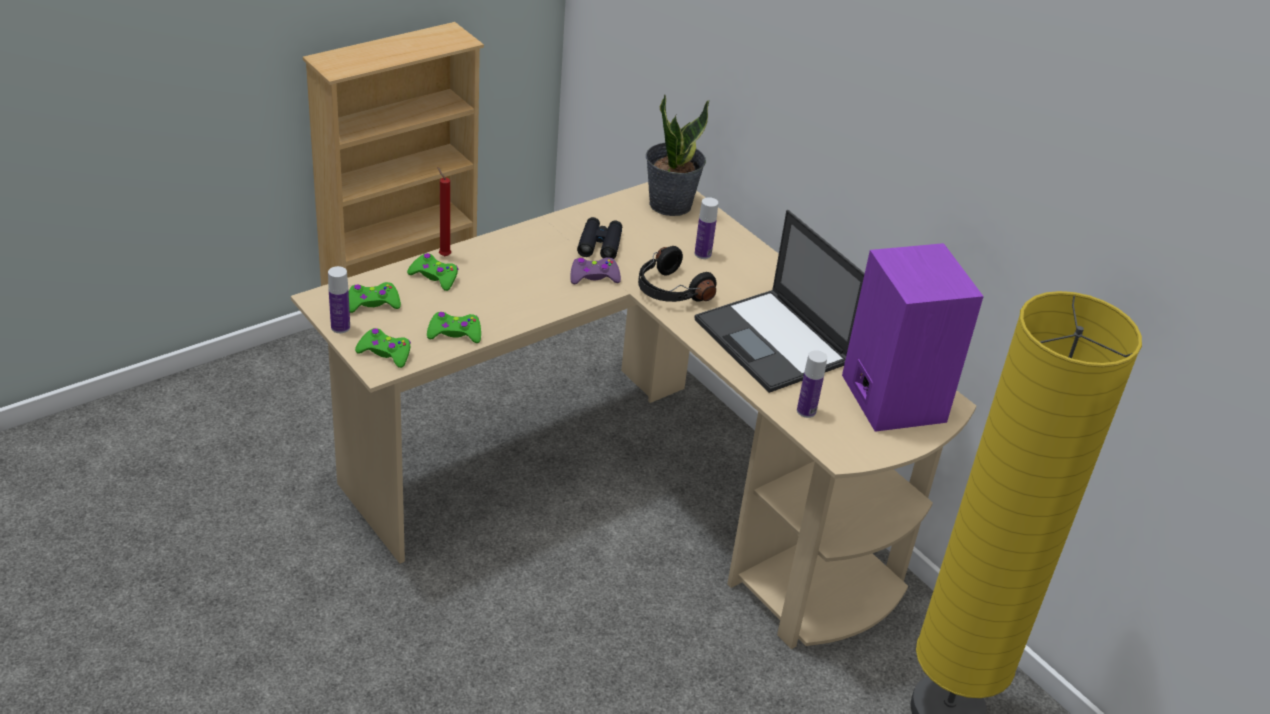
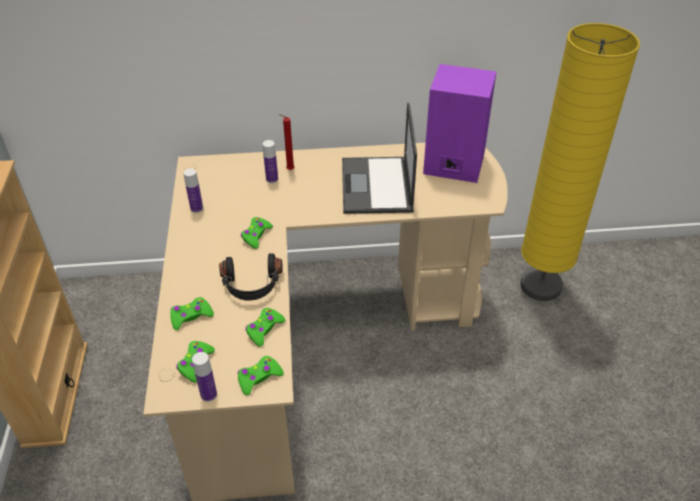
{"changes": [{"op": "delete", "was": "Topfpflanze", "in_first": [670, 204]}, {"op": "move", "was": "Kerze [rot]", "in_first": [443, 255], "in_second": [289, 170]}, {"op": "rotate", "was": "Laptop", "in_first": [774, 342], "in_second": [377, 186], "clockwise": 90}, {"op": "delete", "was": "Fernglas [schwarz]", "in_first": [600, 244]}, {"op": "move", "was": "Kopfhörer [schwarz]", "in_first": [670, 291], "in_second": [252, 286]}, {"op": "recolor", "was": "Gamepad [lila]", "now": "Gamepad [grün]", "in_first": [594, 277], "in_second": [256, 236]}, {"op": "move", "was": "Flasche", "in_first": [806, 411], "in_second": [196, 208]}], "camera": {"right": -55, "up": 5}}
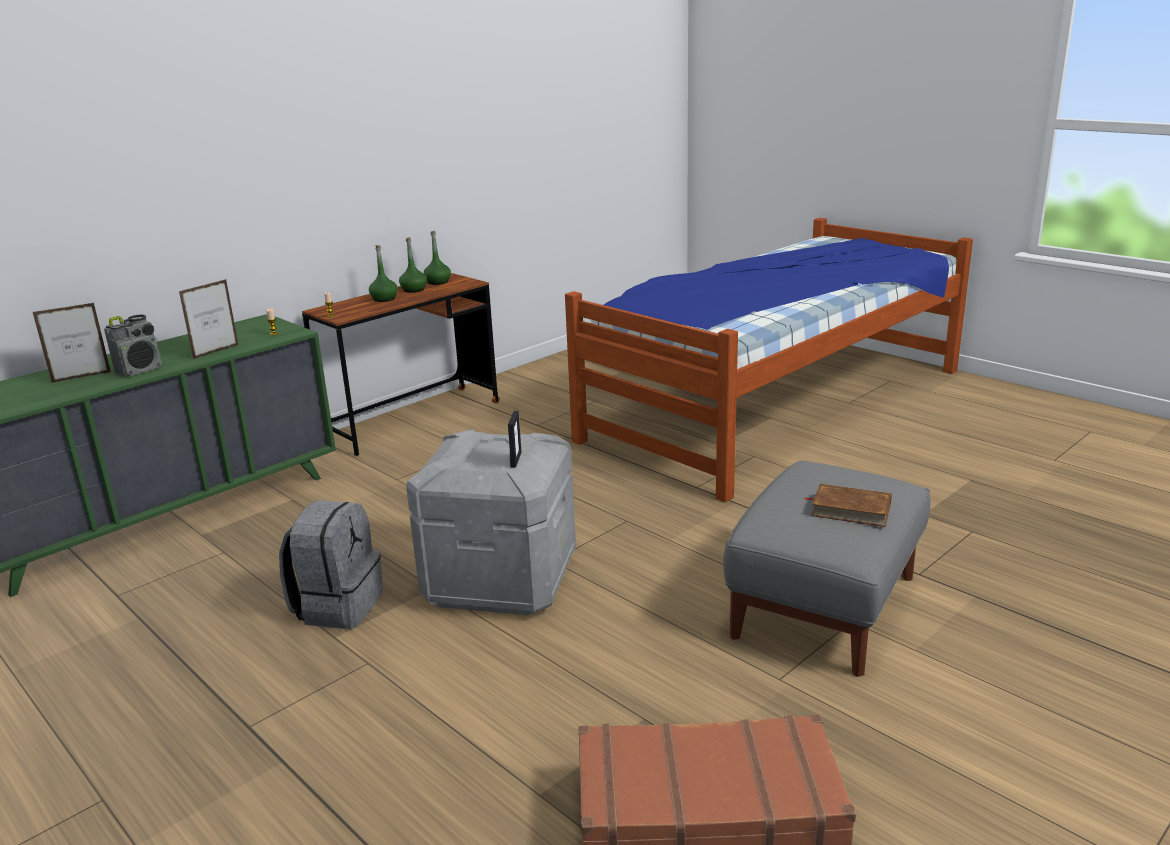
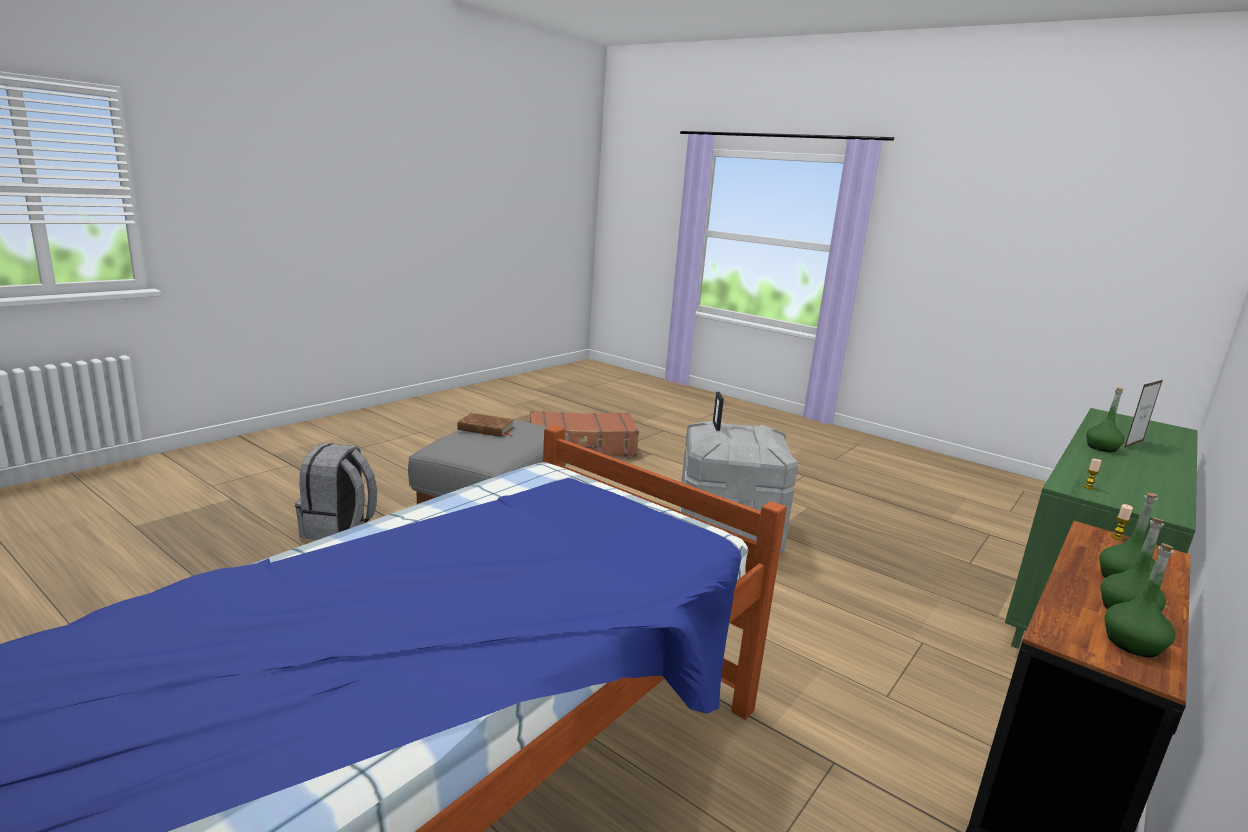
{"changes": [{"op": "delete", "was": "Bilderrahmen", "in_first": [216, 352]}, {"op": "replace", "was": "Radio", "now": "Flasche [grün]", "in_first": [140, 370], "in_second": [1101, 448]}, {"op": "move", "was": "Rucksack [grau]", "in_first": [338, 606], "in_second": [338, 529]}], "camera": {"right": 170, "up": -5}}
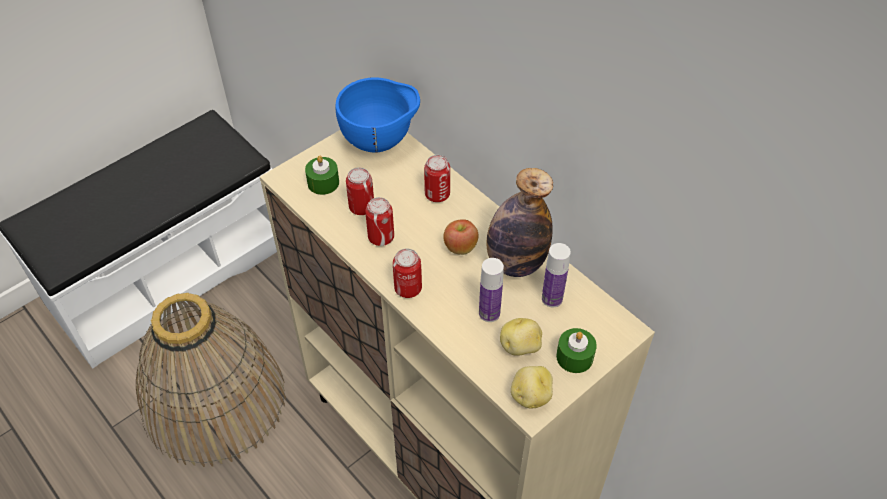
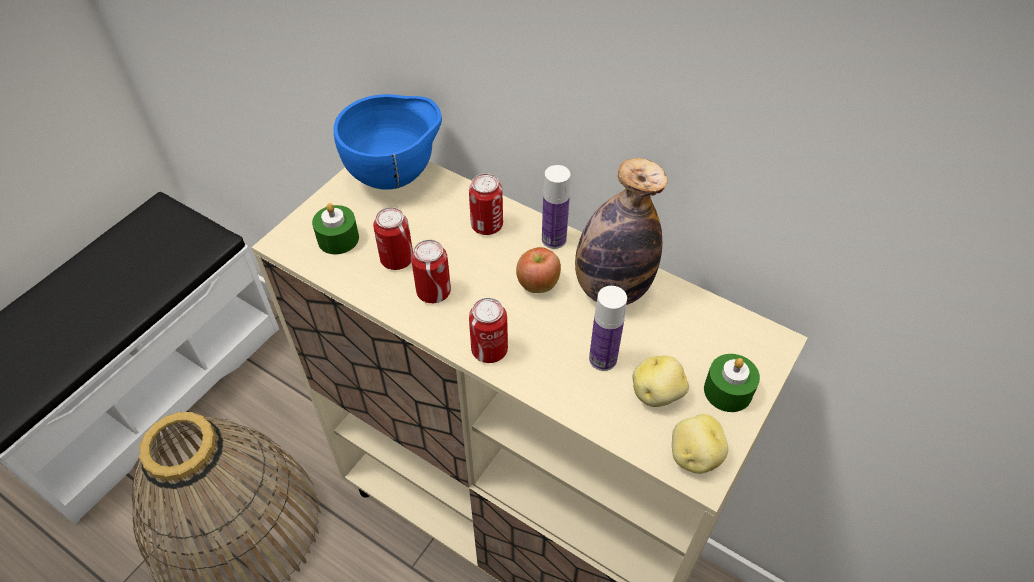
{"changes": [{"op": "move", "was": "Flasche", "in_first": [552, 298], "in_second": [554, 239]}], "camera": {"right": -15, "up": 0}}
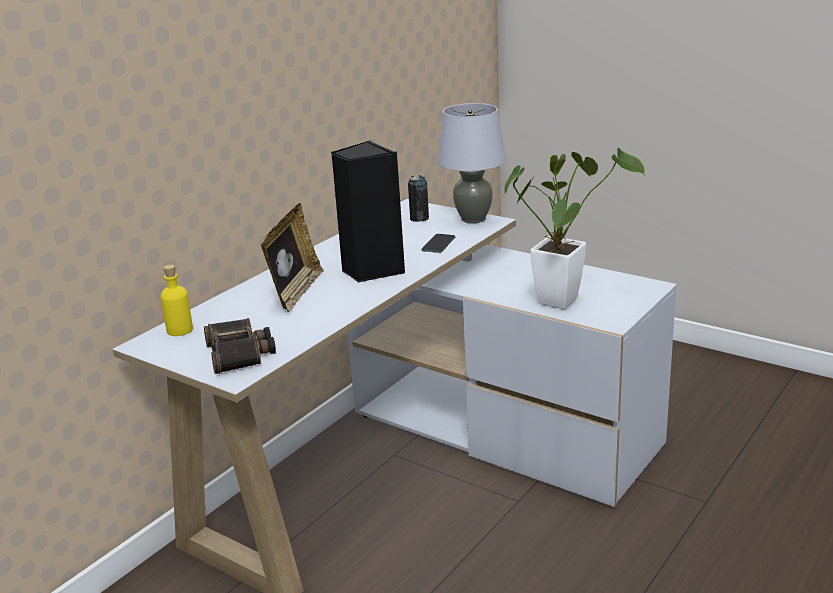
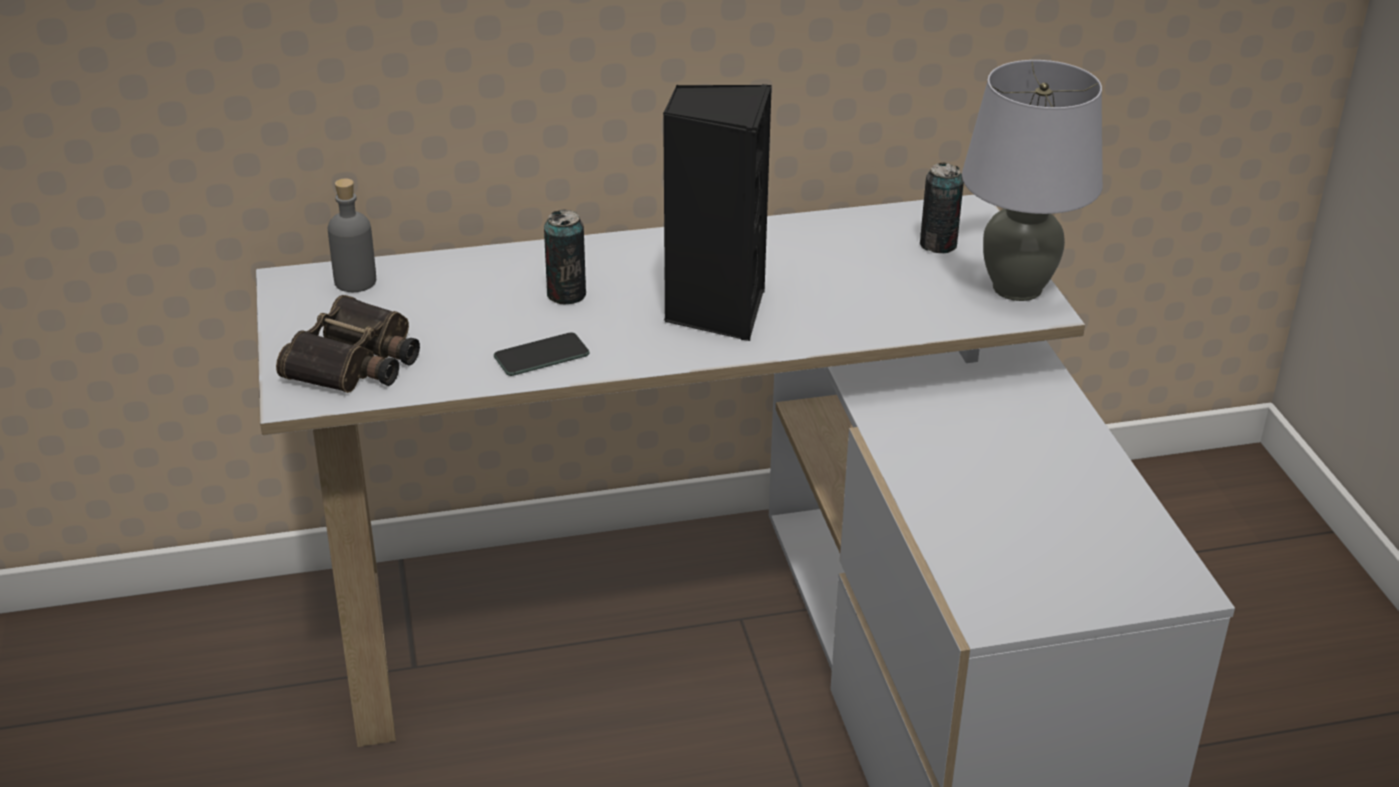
{"changes": [{"op": "delete", "was": "Topfpflanze", "in_first": [562, 298]}, {"op": "replace", "was": "Bilderrahmen", "now": "Dose", "in_first": [295, 292], "in_second": [566, 294]}, {"op": "move", "was": "Handy", "in_first": [438, 244], "in_second": [541, 356]}, {"op": "recolor", "was": "Flasche [gelb]", "now": "Flasche [grau]", "in_first": [180, 330], "in_second": [355, 281]}], "camera": {"right": 40, "up": 10}}
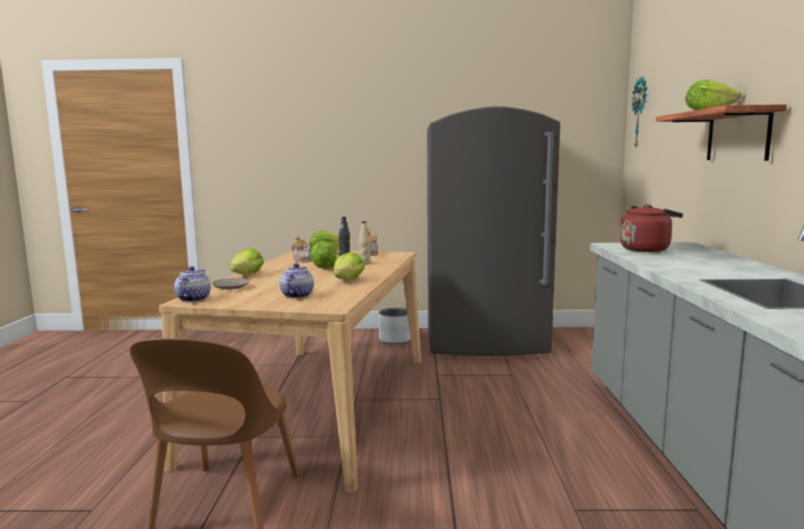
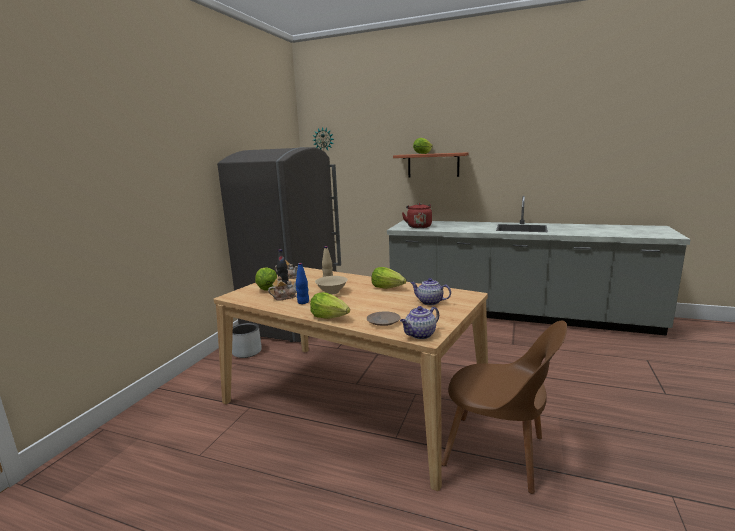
{"changes": [{"op": "replace", "was": "Salatkopf", "now": "Schüssel [beige]", "in_first": [324, 268], "in_second": [332, 292]}, {"op": "rotate", "was": "Teekanne", "in_first": [193, 299], "in_second": [420, 335], "clockwise": -60}, {"op": "insert", "now": "Flasche [blau]", "in_second": [303, 302]}], "camera": {"right": -70, "up": 5}}
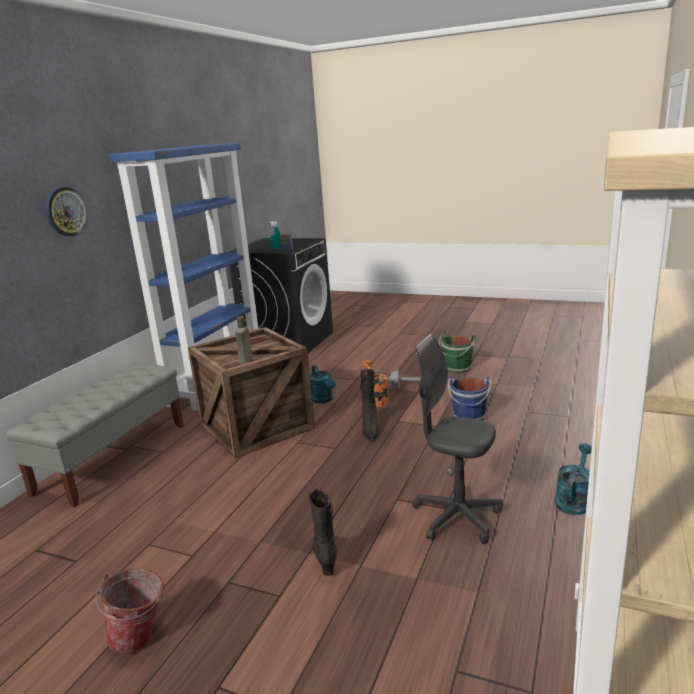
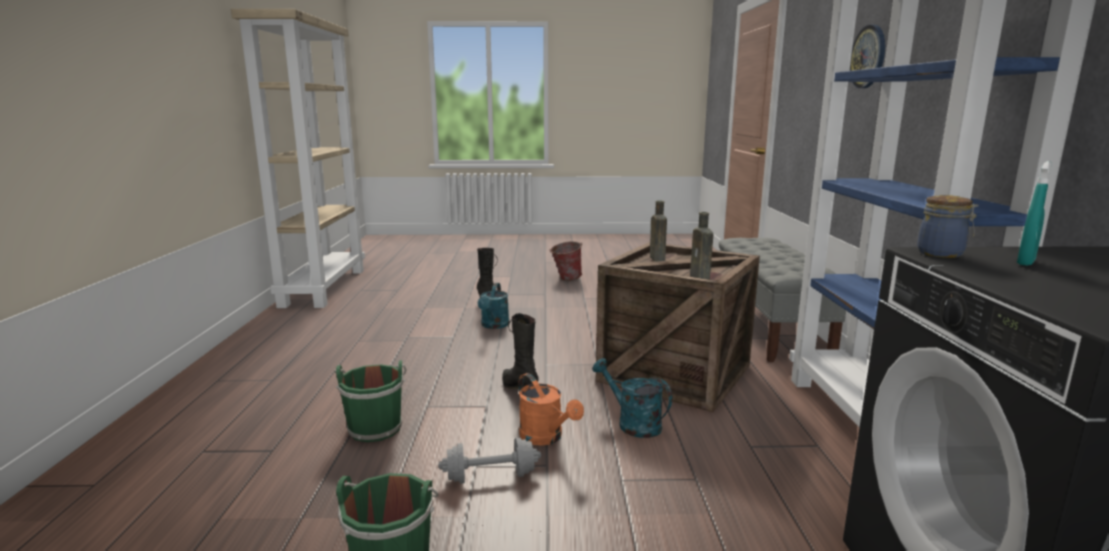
{"changes": [{"op": "delete", "was": "Bürostuhl [grau]", "in_first": [456, 517]}, {"op": "recolor", "was": "Eimer [blau]", "now": "Eimer [grün]", "in_first": [469, 417], "in_second": [375, 427]}, {"op": "move", "was": "Gießkanne [türkis]", "in_first": [574, 500], "in_second": [494, 326]}, {"op": "insert", "now": "Flasche [braun]", "in_second": [700, 277]}], "camera": {"right": 155, "up": -5}}
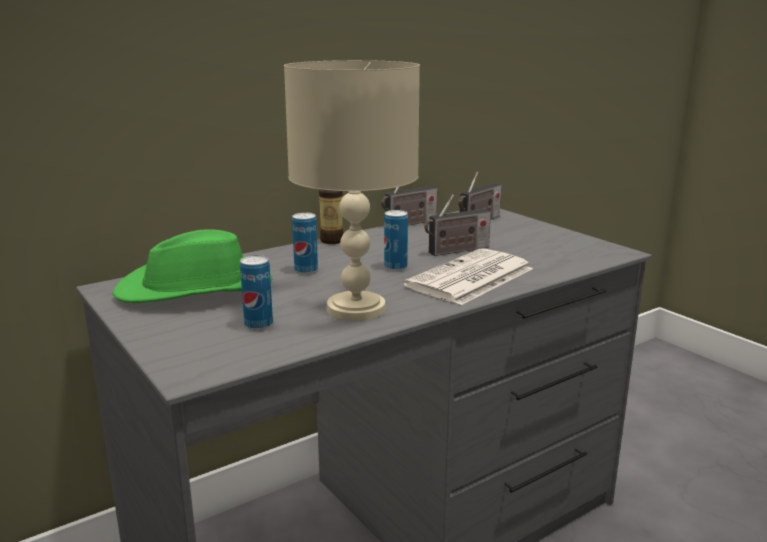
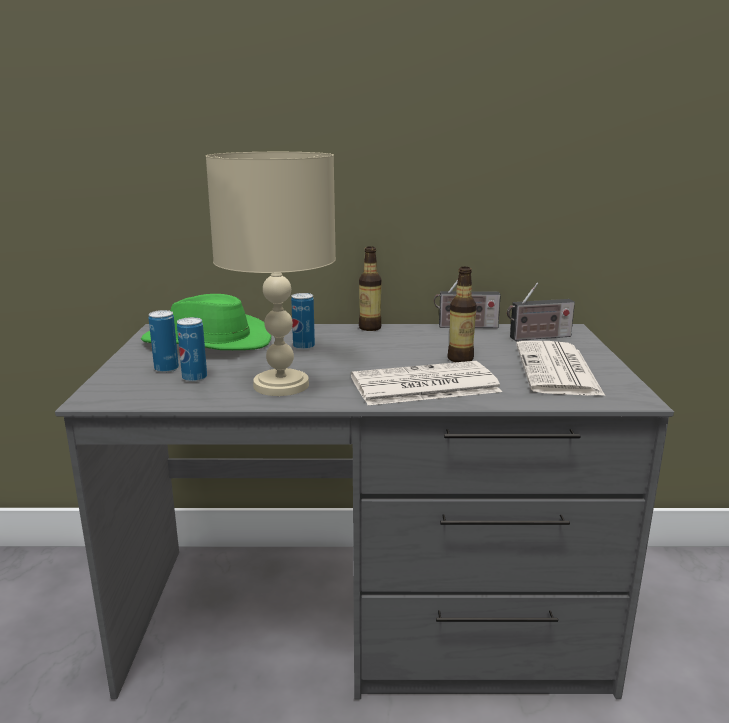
{"changes": [{"op": "replace", "was": "Radio", "now": "Flasche", "in_first": [456, 251], "in_second": [460, 359]}, {"op": "move", "was": "Dose", "in_first": [395, 267], "in_second": [166, 369]}, {"op": "insert", "now": "Zeitung", "in_second": [558, 370]}], "camera": {"right": 35, "up": 0}}
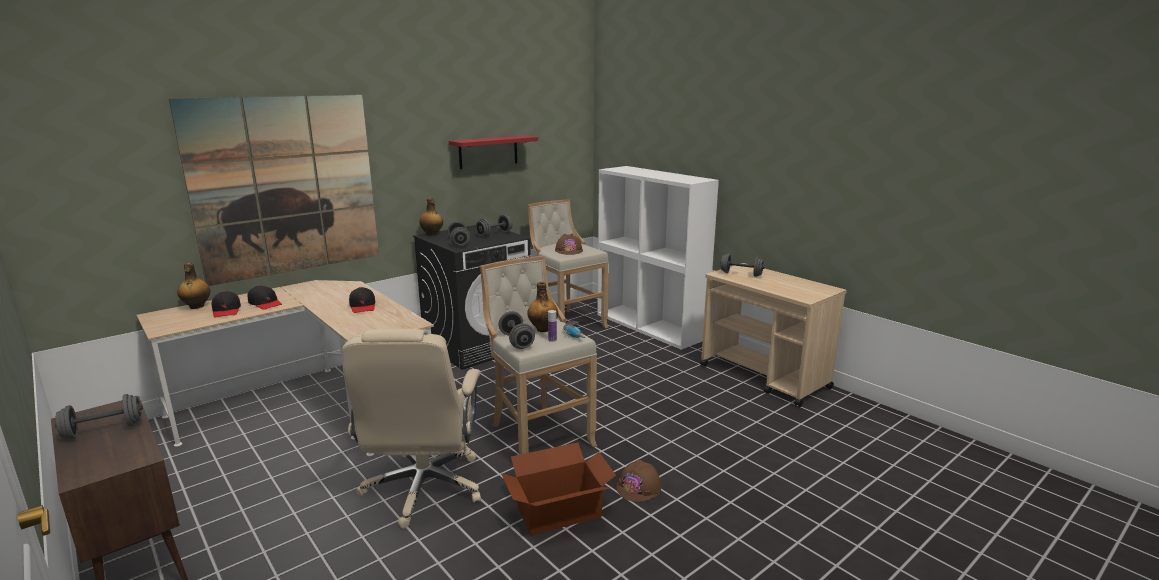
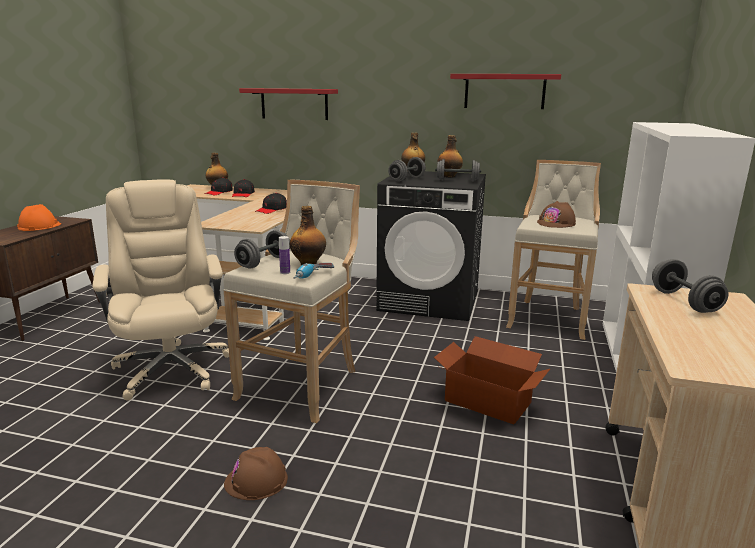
{"changes": [{"op": "replace", "was": "Bild", "now": "Wandregal [rot]", "in_first": [286, 186], "in_second": [294, 104]}, {"op": "rotate", "was": "Bürostuhl [beige]", "in_first": [423, 488], "in_second": [172, 368], "clockwise": 105}, {"op": "replace", "was": "Hantel [grau]", "now": "Schutzhelm [orange]", "in_first": [104, 430], "in_second": [39, 226]}, {"op": "move", "was": "Karton", "in_first": [558, 511], "in_second": [487, 401]}, {"op": "insert", "now": "Flasche", "in_second": [449, 176]}], "camera": {"right": 55, "up": 0}}
